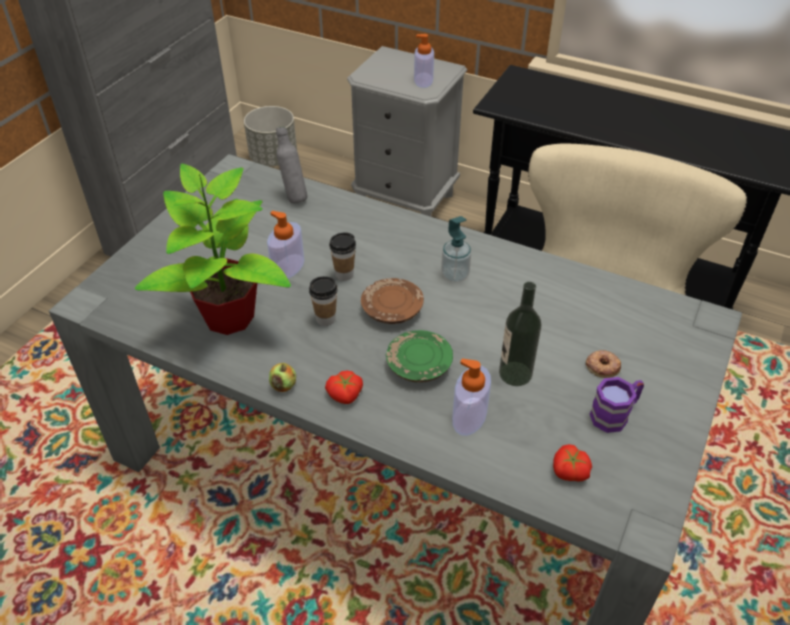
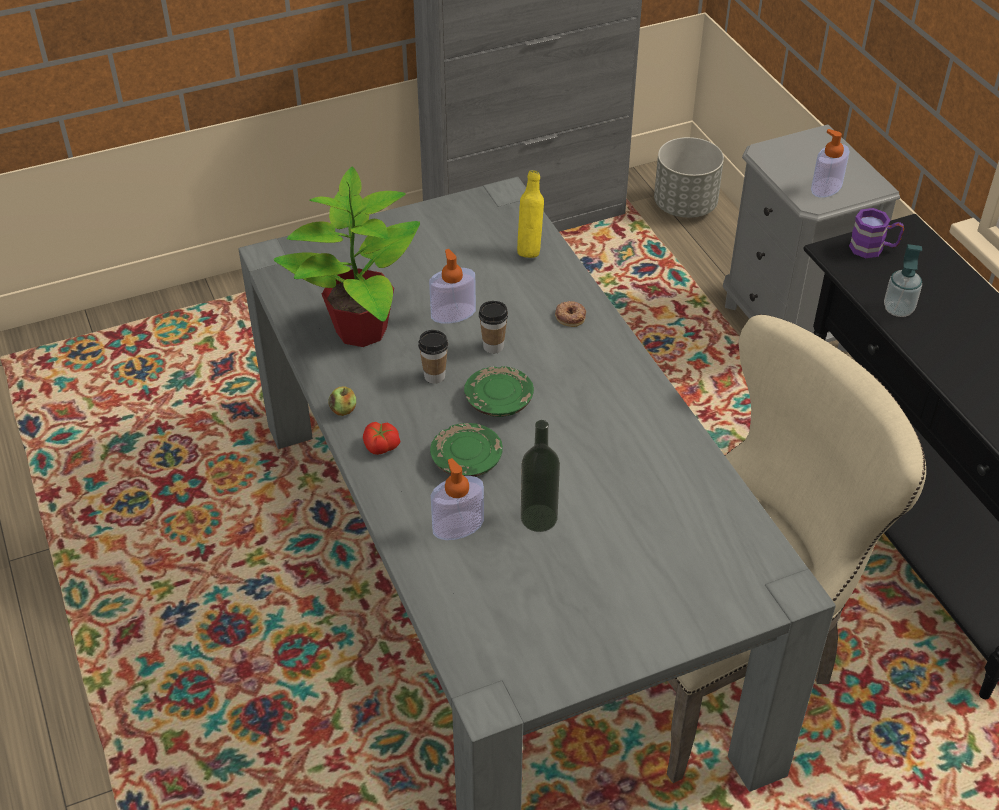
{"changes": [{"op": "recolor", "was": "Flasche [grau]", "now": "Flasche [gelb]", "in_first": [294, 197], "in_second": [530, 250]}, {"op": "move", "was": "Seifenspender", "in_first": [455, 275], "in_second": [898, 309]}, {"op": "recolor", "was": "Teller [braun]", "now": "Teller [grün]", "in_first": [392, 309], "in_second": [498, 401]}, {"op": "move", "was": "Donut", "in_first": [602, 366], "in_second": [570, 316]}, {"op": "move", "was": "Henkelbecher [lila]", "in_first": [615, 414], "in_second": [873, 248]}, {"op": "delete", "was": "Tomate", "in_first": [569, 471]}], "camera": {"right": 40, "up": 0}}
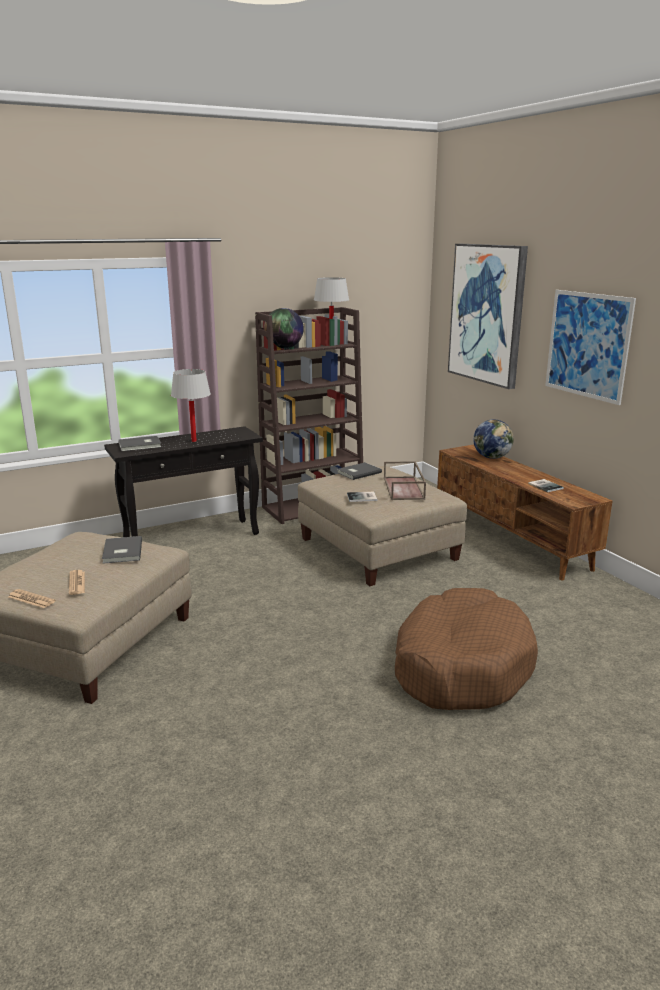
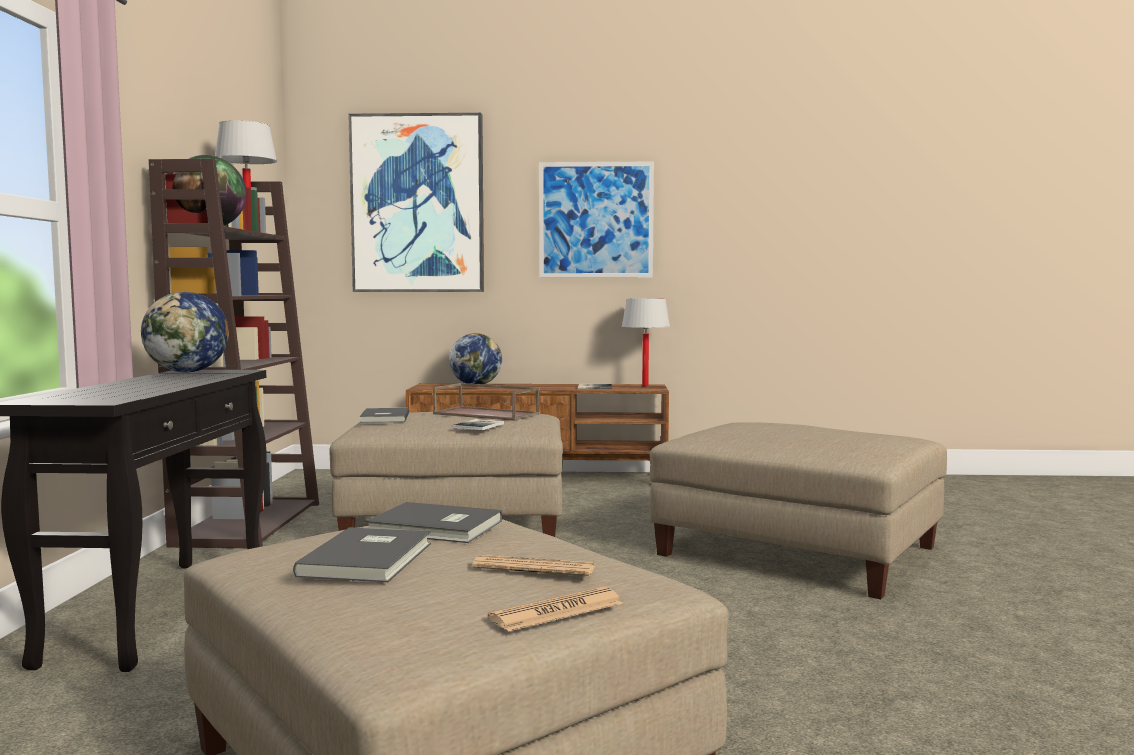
{"changes": [{"op": "move", "was": "Tischlampe [weiß]", "in_first": [194, 441], "in_second": [645, 386]}, {"op": "move", "was": "Buch [grau]", "in_first": [140, 445], "in_second": [371, 559]}, {"op": "replace", "was": "Hundebett [braun]", "now": "Polsterhocker [beige]", "in_first": [461, 666], "in_second": [797, 551]}, {"op": "insert", "now": "Globus", "in_second": [187, 372]}], "camera": {"right": -60, "up": -15}}
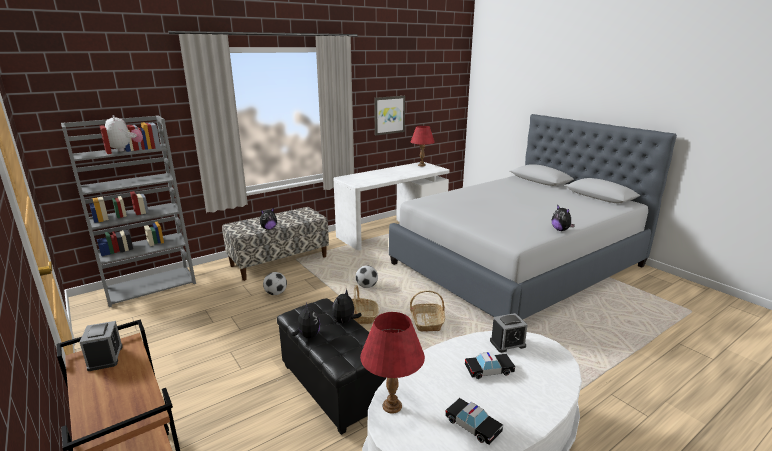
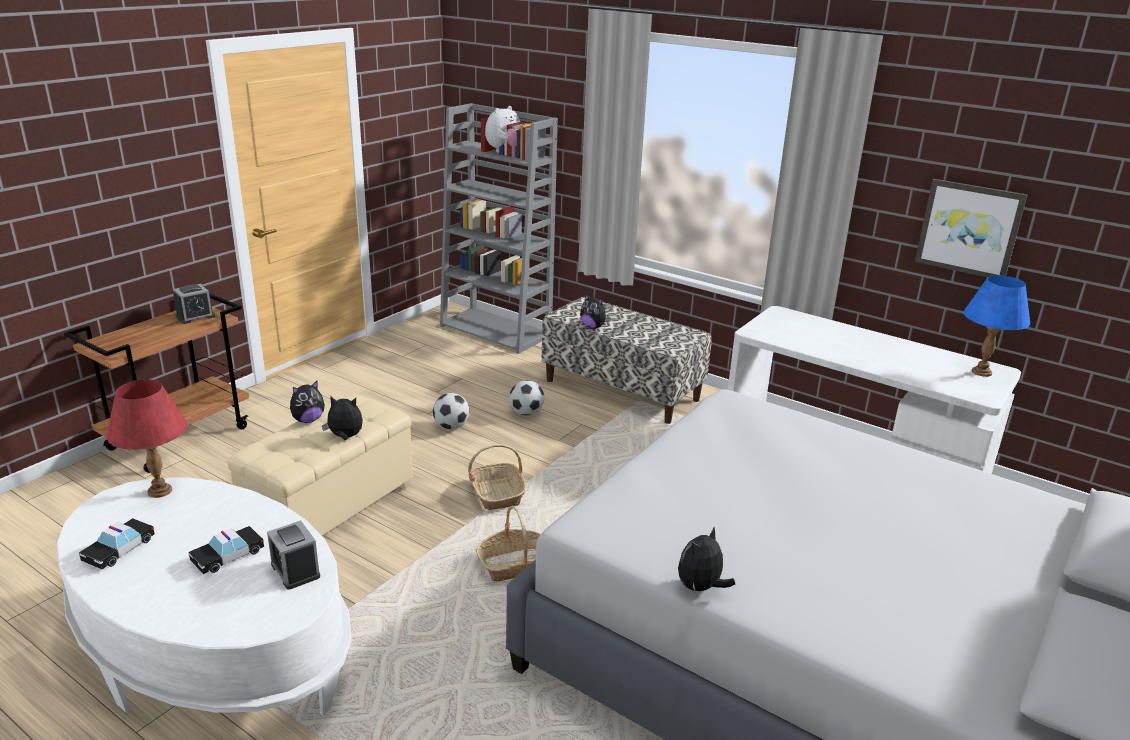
{"changes": [{"op": "recolor", "was": "Tischlampe [rot]", "now": "Tischlampe [blau]", "in_first": [422, 165], "in_second": [982, 372]}, {"op": "move", "was": "Fußball", "in_first": [367, 286], "in_second": [451, 426]}, {"op": "recolor", "was": "Polsterhocker [schwarz]", "now": "Polsterhocker [beige]", "in_first": [333, 387], "in_second": [330, 508]}, {"op": "rotate", "was": "Spielzeugauto", "in_first": [489, 370], "in_second": [228, 556], "clockwise": 75}], "camera": {"right": 70, "up": 5}}
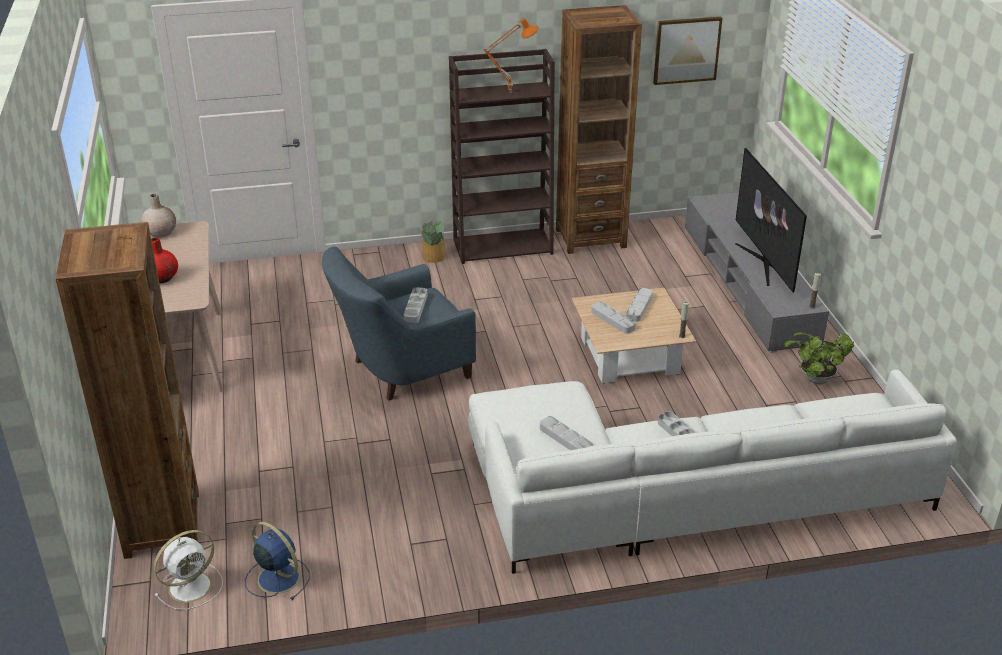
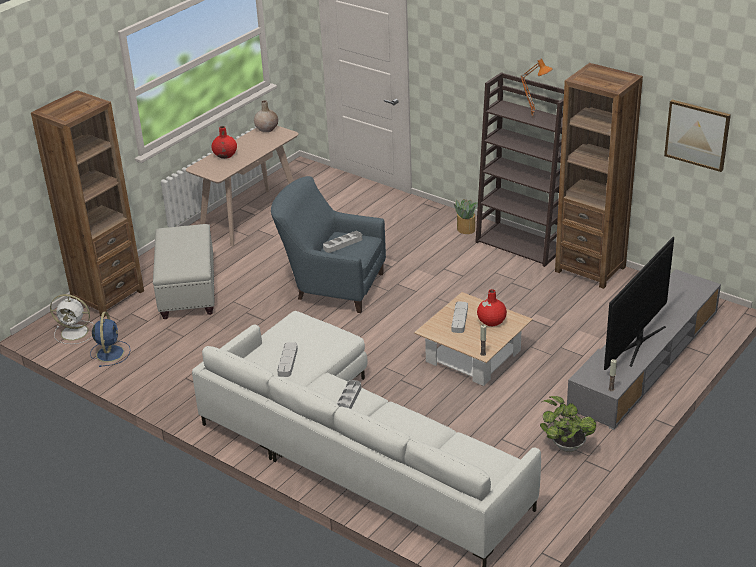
{"changes": [{"op": "replace", "was": "Tablett [grau]", "now": "Vase [rot]", "in_first": [639, 307], "in_second": [491, 321]}, {"op": "insert", "now": "Polsterhocker [weiß]", "in_second": [188, 290]}], "camera": {"right": 50, "up": 0}}
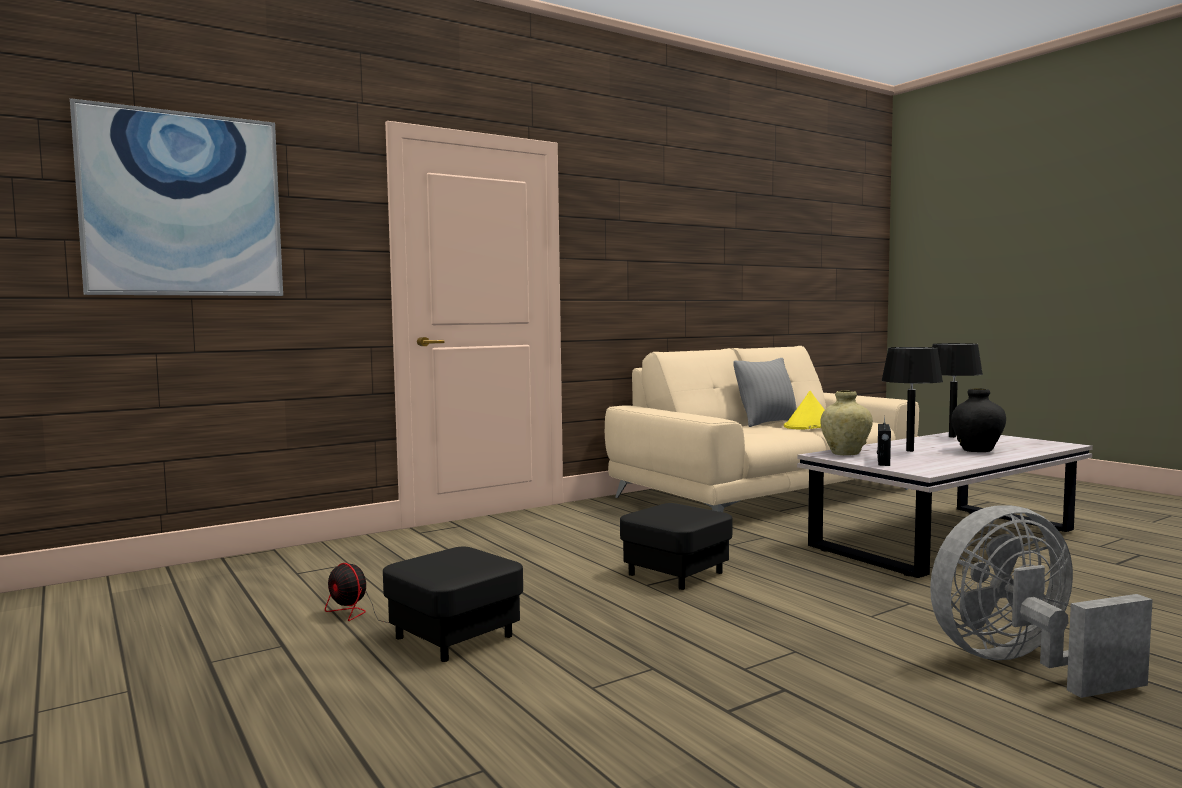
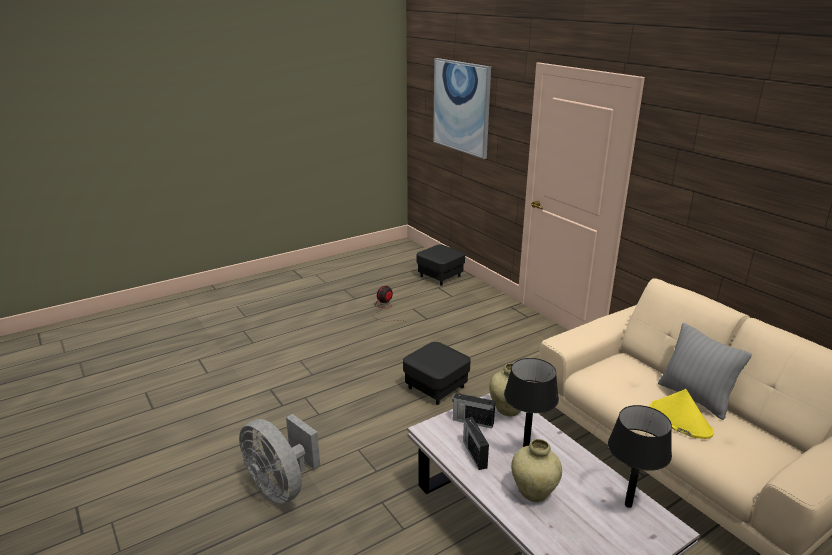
{"changes": [{"op": "recolor", "was": "Vase [schwarz]", "now": "Vase [beige]", "in_first": [977, 450], "in_second": [533, 493]}, {"op": "rotate", "was": "Ventilator [grau]", "in_first": [1020, 665], "in_second": [281, 486], "clockwise": 150}, {"op": "move", "was": "Polsterhocker [schwarz]", "in_first": [455, 637], "in_second": [440, 276]}, {"op": "insert", "now": "Radio", "in_second": [474, 453]}], "camera": {"right": 90, "up": 20}}
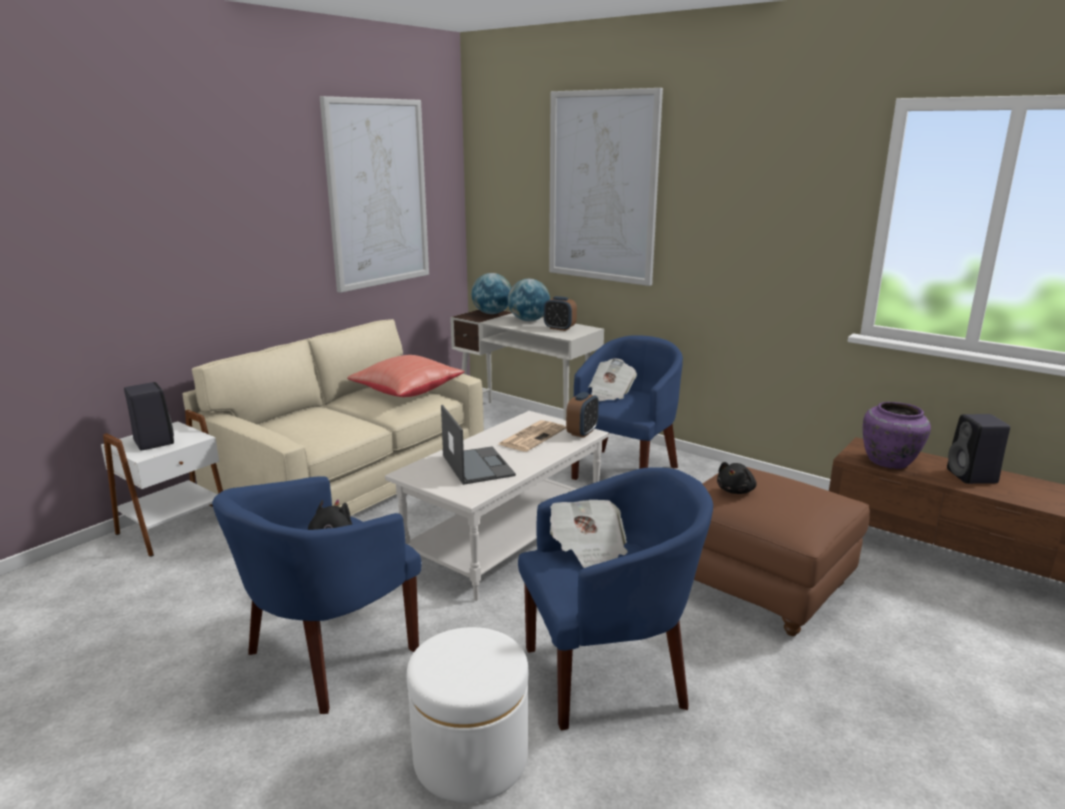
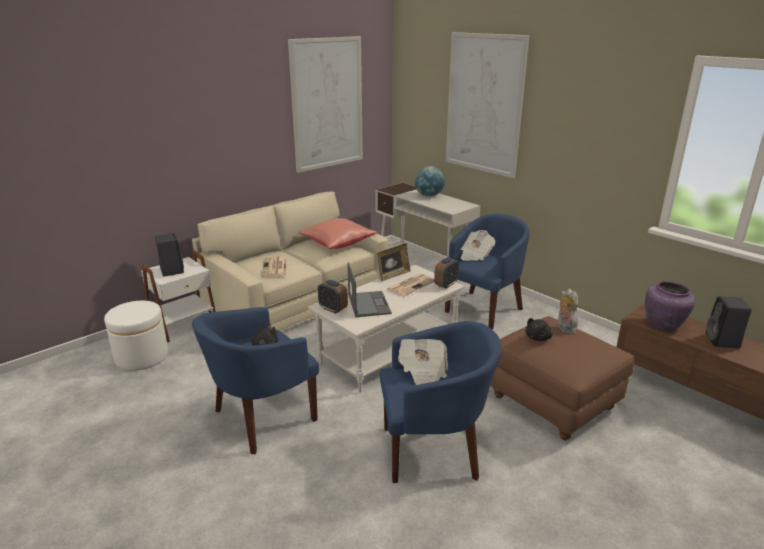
{"changes": [{"op": "delete", "was": "Globus", "in_first": [492, 313]}, {"op": "move", "was": "Wecker", "in_first": [559, 328], "in_second": [333, 309]}, {"op": "move", "was": "Polsterhocker [weiß]", "in_first": [470, 758], "in_second": [142, 357]}, {"op": "insert", "now": "Bilderrahmen", "in_second": [393, 275]}, {"op": "insert", "now": "Zeitung", "in_second": [275, 267]}, {"op": "insert", "now": "Plüschtier", "in_second": [564, 329]}], "camera": {"right": 10, "up": 5}}
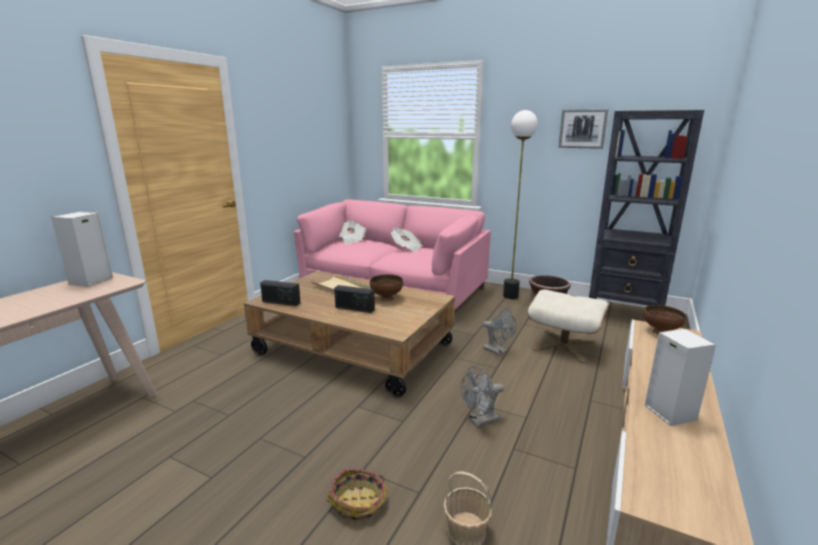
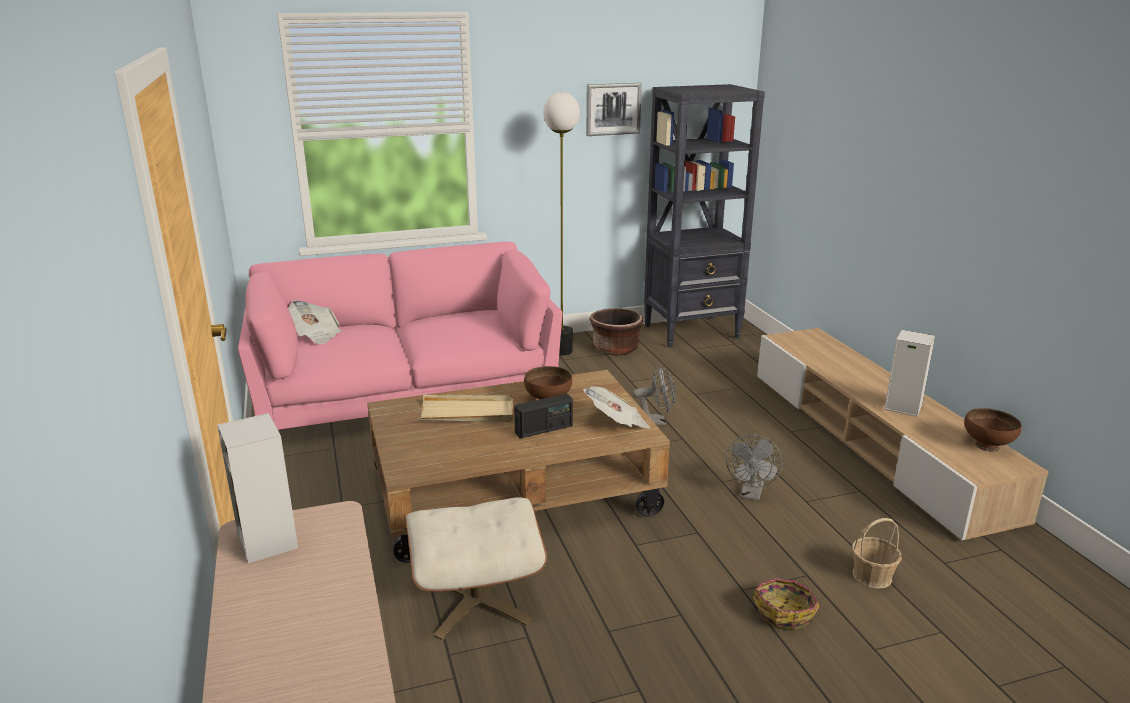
{"changes": [{"op": "move", "was": "Zeitung", "in_first": [406, 248], "in_second": [617, 423]}, {"op": "delete", "was": "Radio", "in_first": [281, 302]}, {"op": "move", "was": "Polsterhocker [beige]", "in_first": [563, 346], "in_second": [477, 600]}, {"op": "move", "was": "Schüssel [braun]", "in_first": [660, 332], "in_second": [986, 446]}], "camera": {"right": -45, "up": 5}}
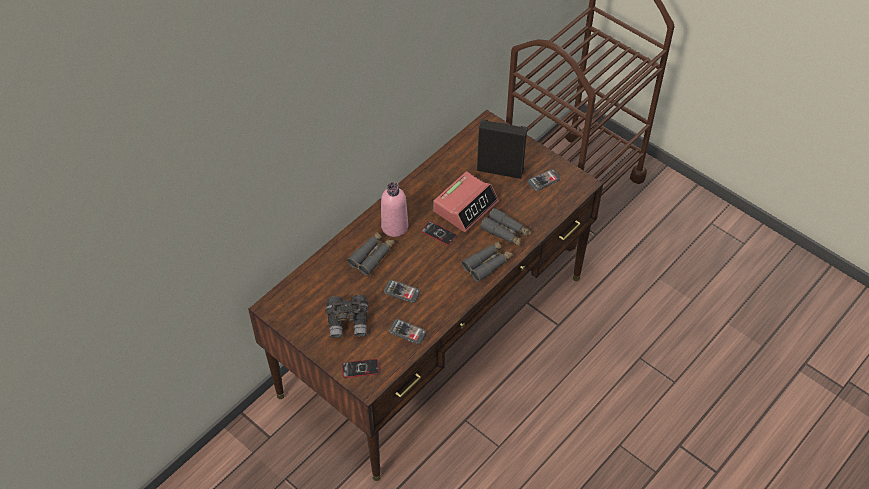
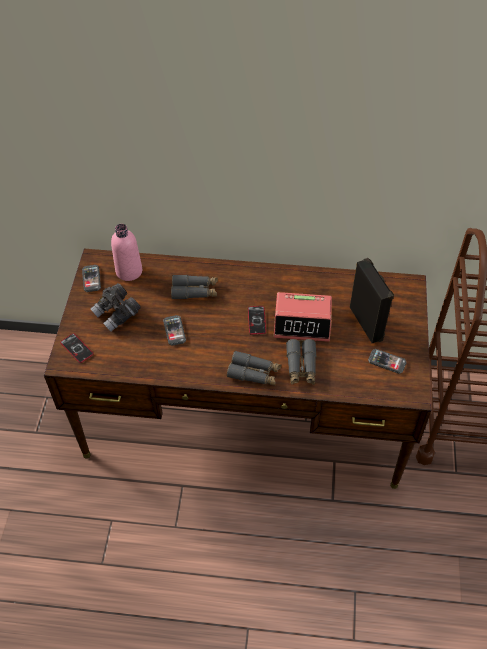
{"changes": [{"op": "move", "was": "Flasche [rosa]", "in_first": [394, 227], "in_second": [129, 271]}, {"op": "move", "was": "Handy", "in_first": [407, 332], "in_second": [91, 279]}], "camera": {"right": 55, "up": 0}}
